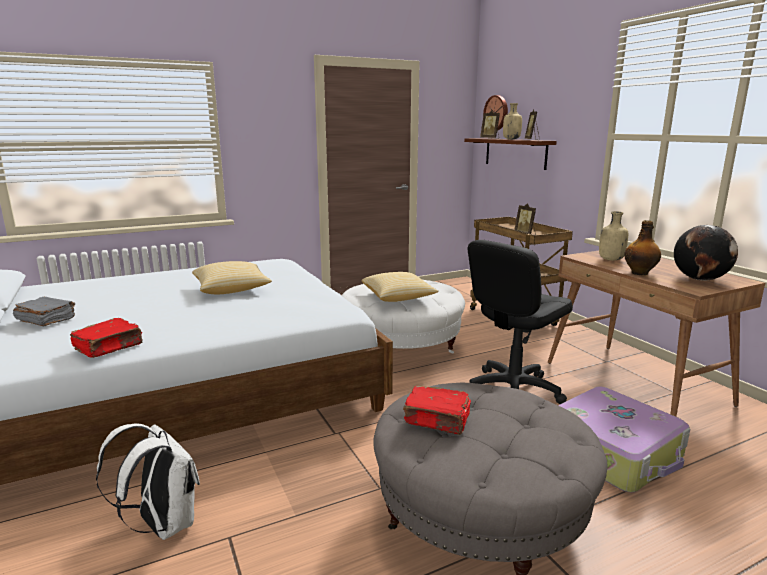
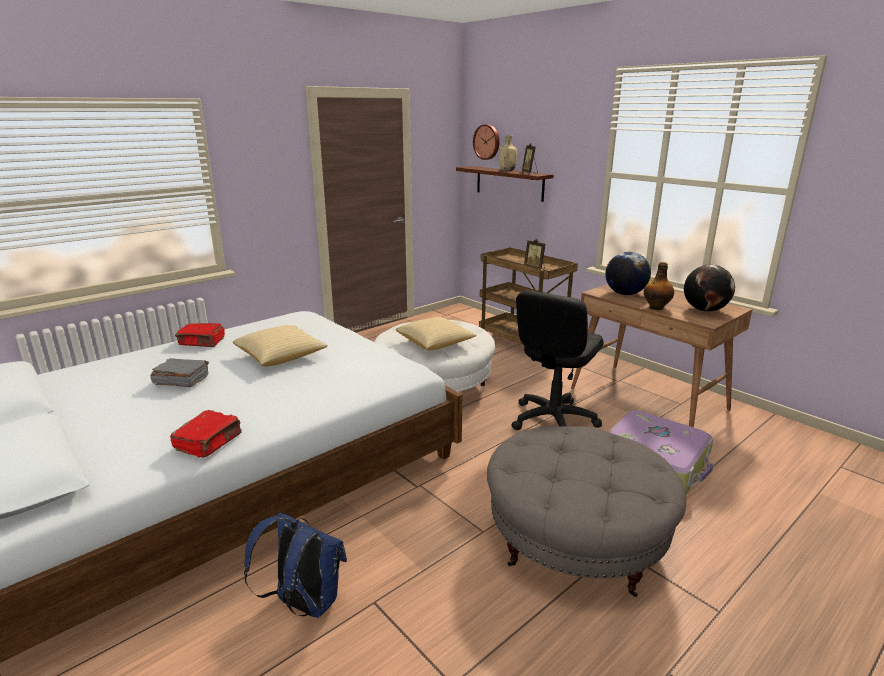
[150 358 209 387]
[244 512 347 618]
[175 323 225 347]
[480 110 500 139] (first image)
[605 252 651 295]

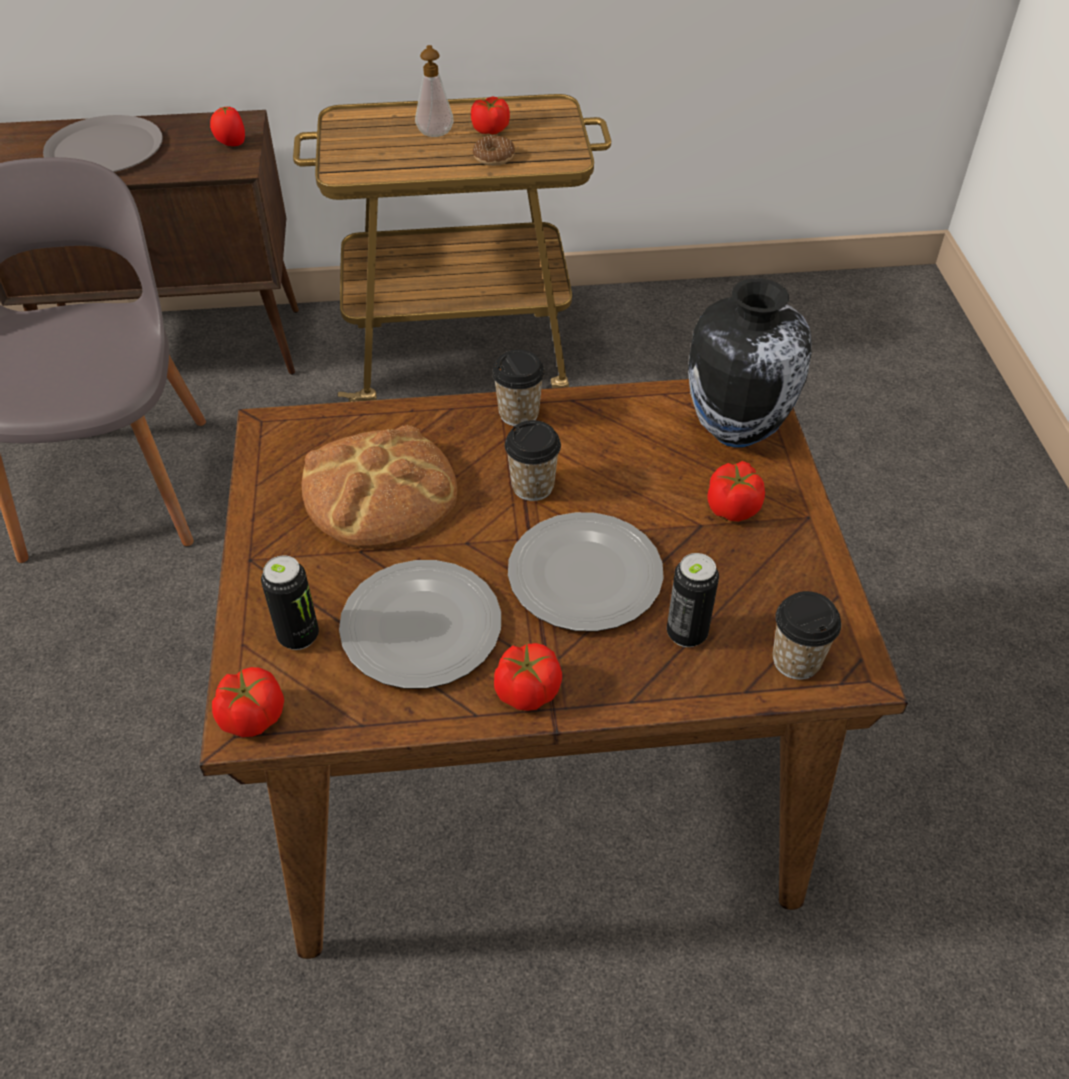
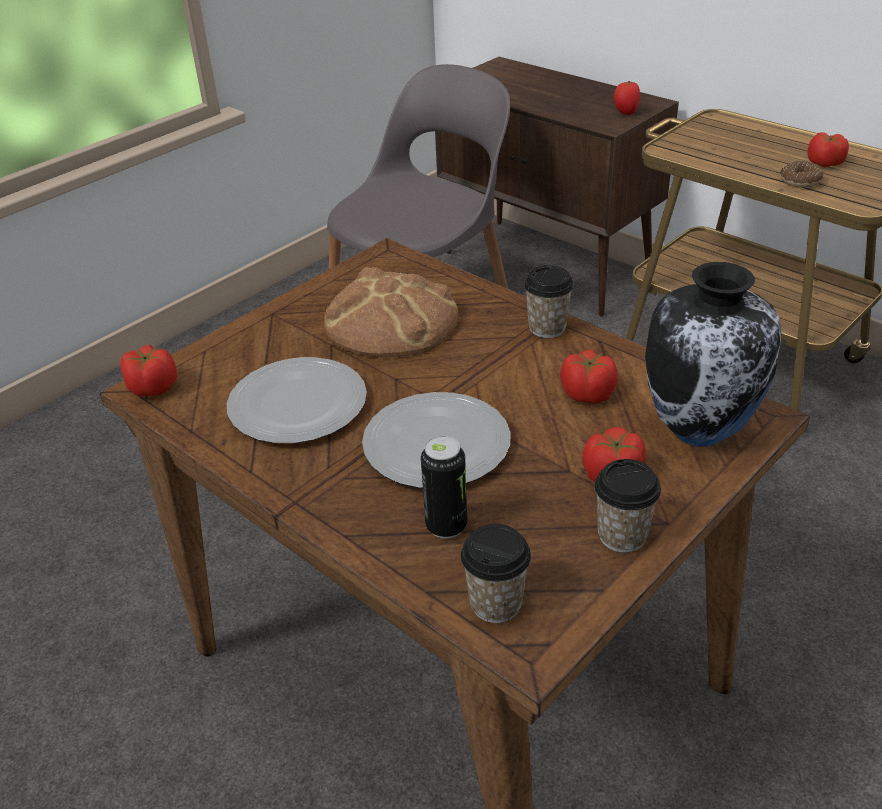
[43 115 163 172] (first image)
[261 555 319 650] (first image)
[415 45 454 137] (first image)
[560 350 618 403]
[595 459 661 553]

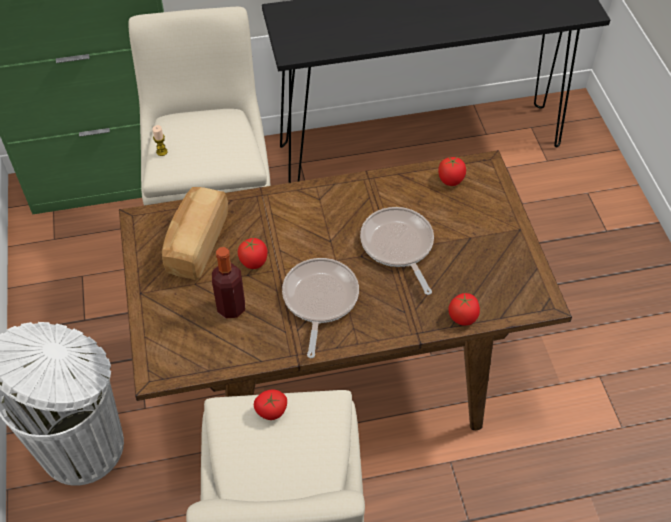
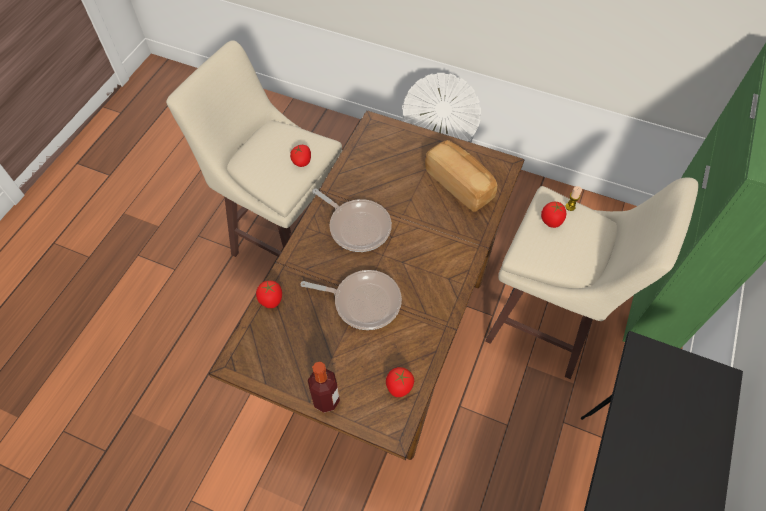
[308 362 340 413]
[541 202 566 228]

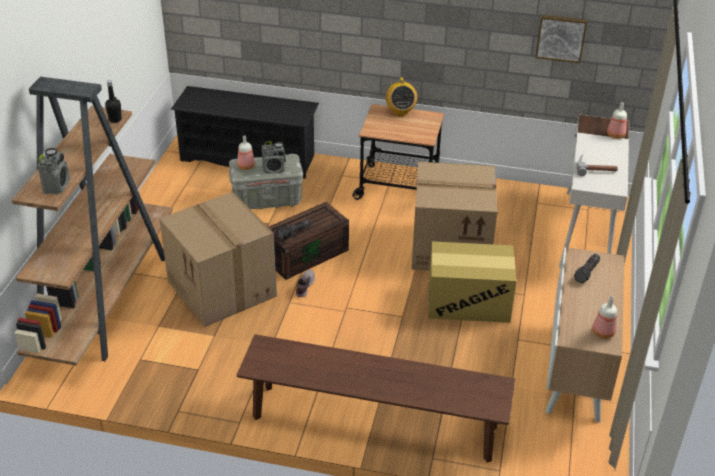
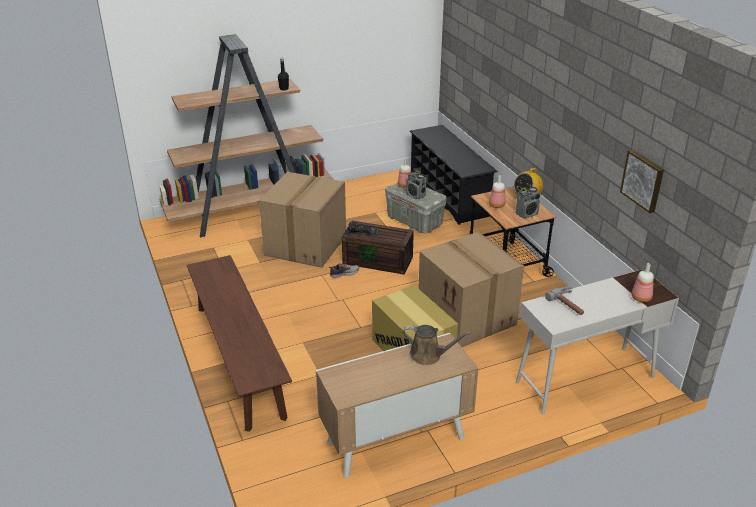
[515 187 540 218]
[403 325 471 365]
[489 175 506 208]

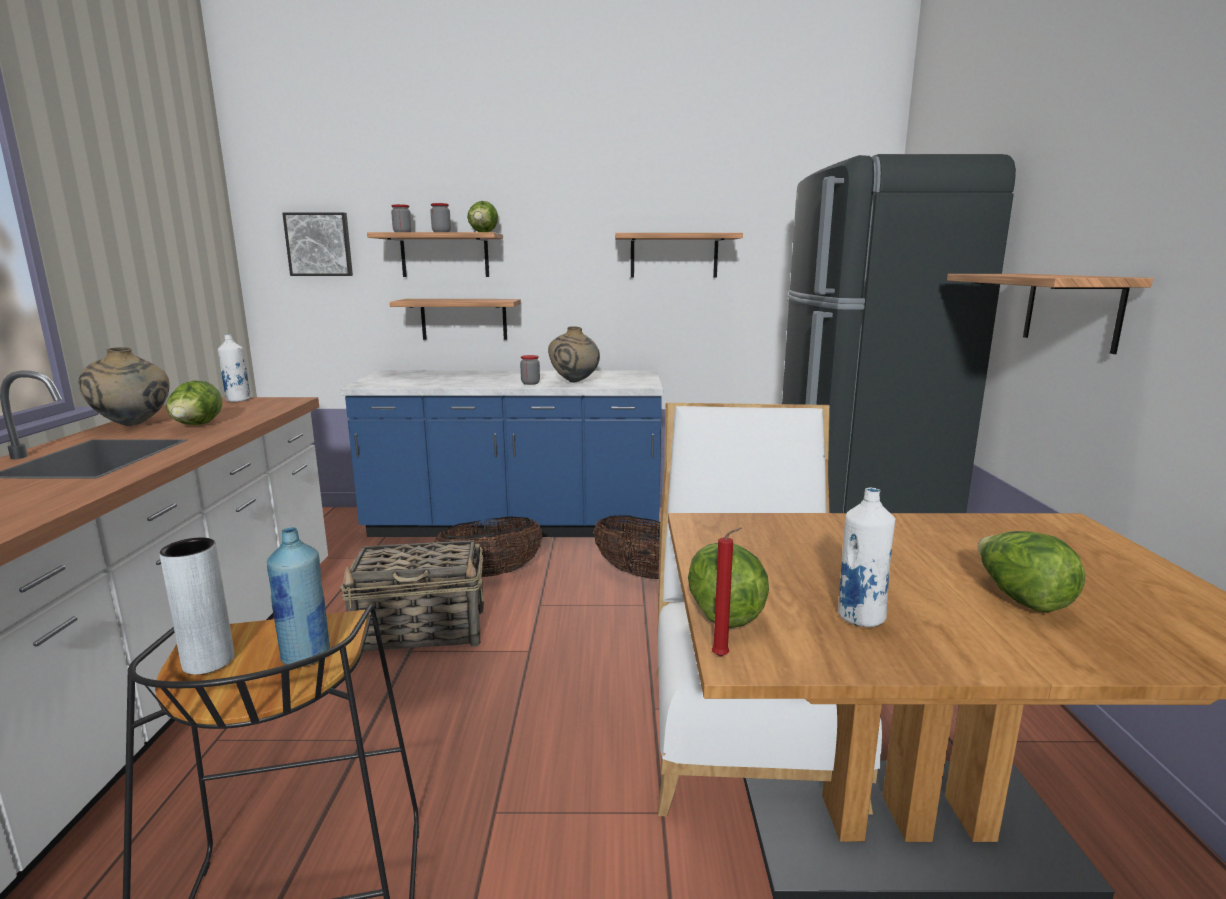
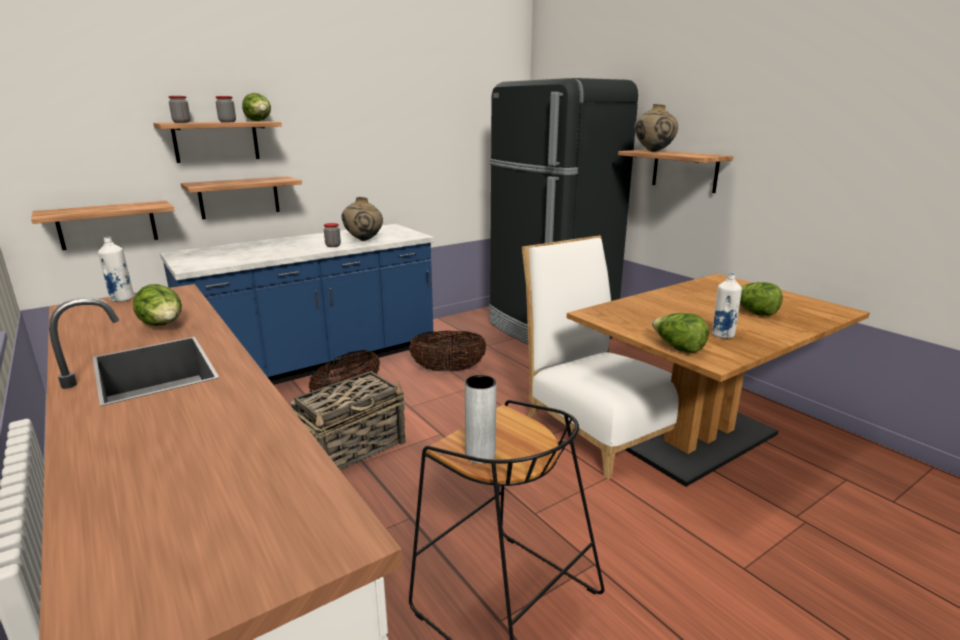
[635 104 678 152]
[267 527 330 667] (first image)
[282 212 353 276] (first image)
[31 200 174 250]
[712 527 742 657] (first image)

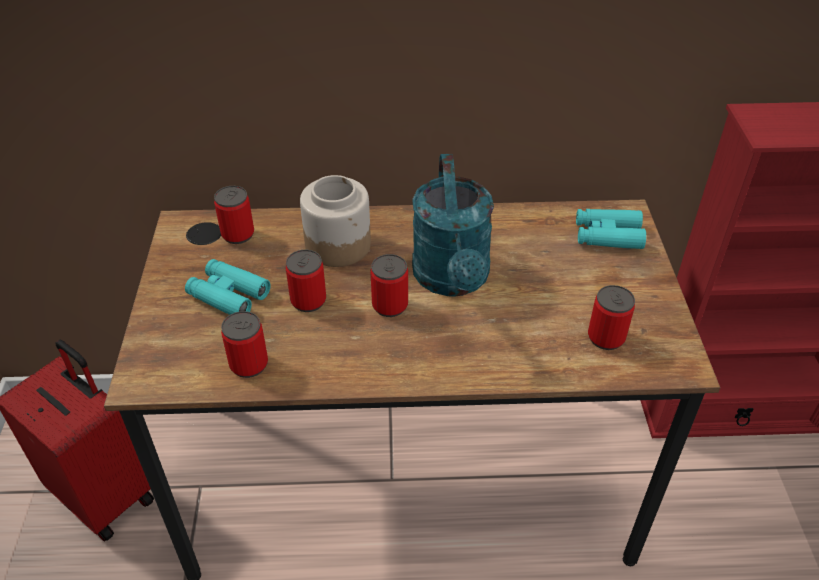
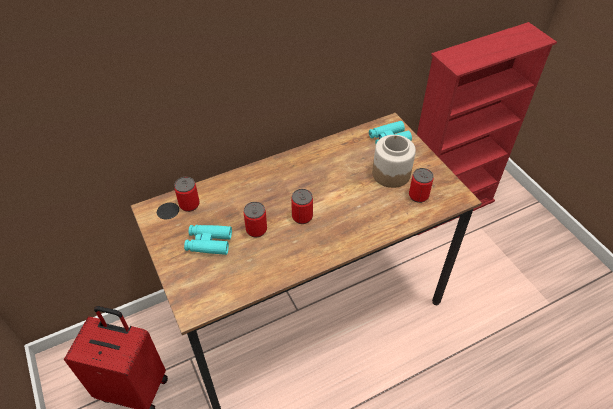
[221 311 268 378] (first image)
[372 135 416 188]
[412 154 494 296] (first image)

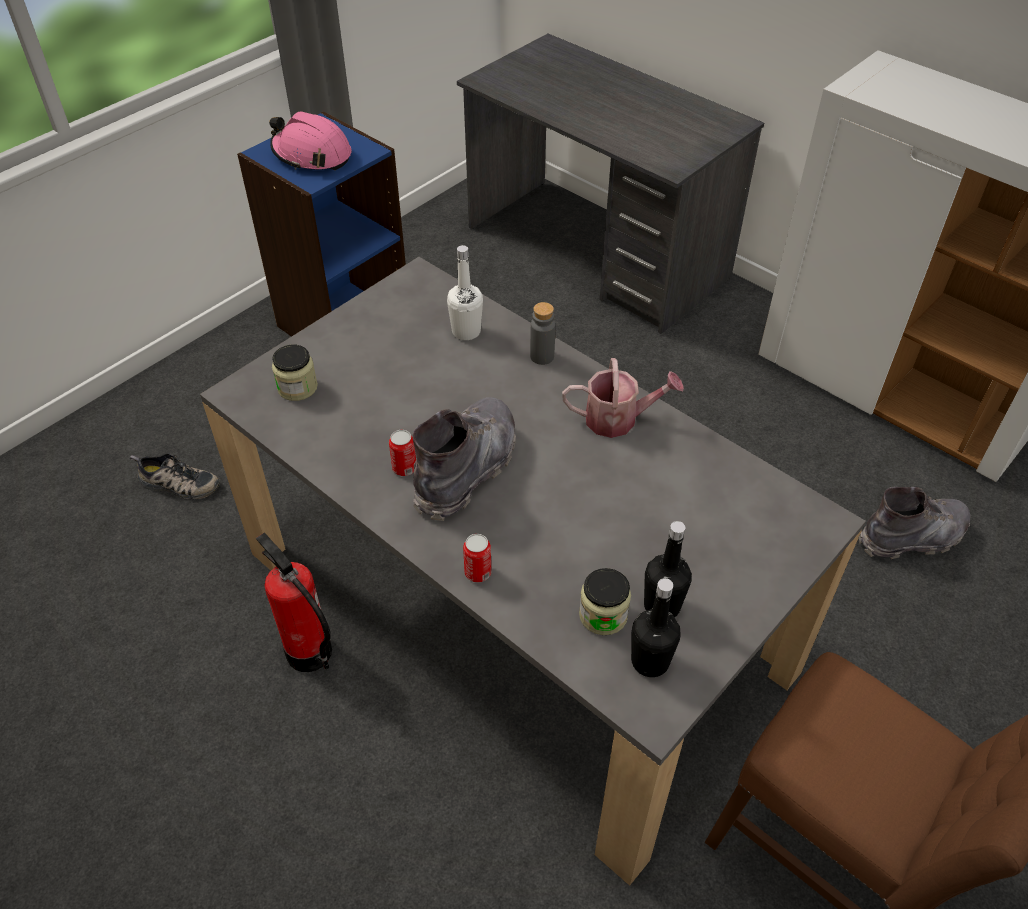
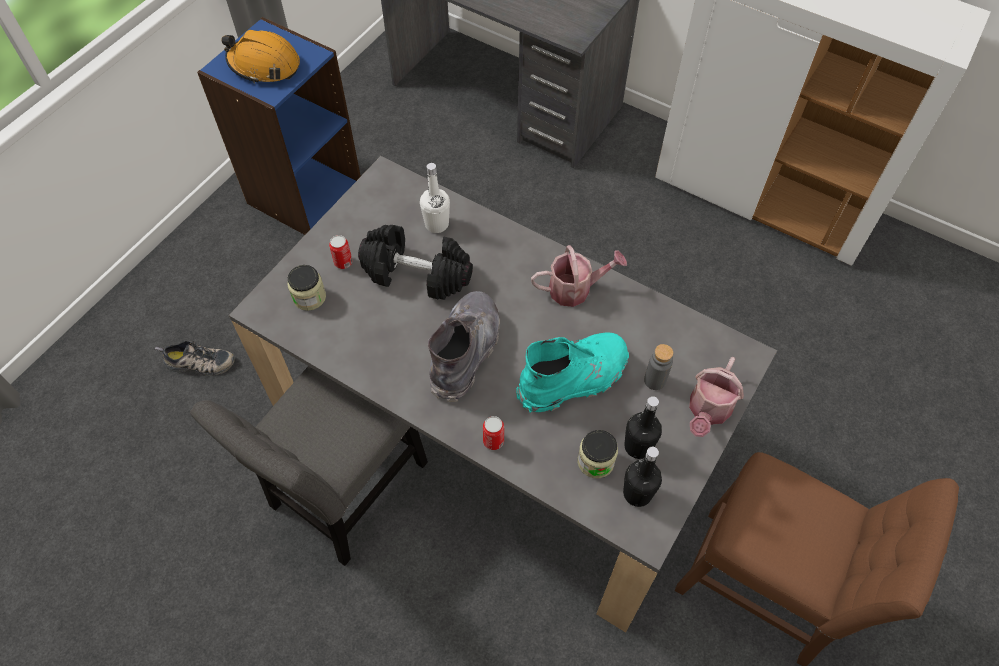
[190 366 428 566]
[221 30 300 84]
[329 235 352 269]
[644 344 674 390]
[859 487 970 559] (first image)
[358 224 473 300]
[516 332 629 413]
[689 357 744 437]

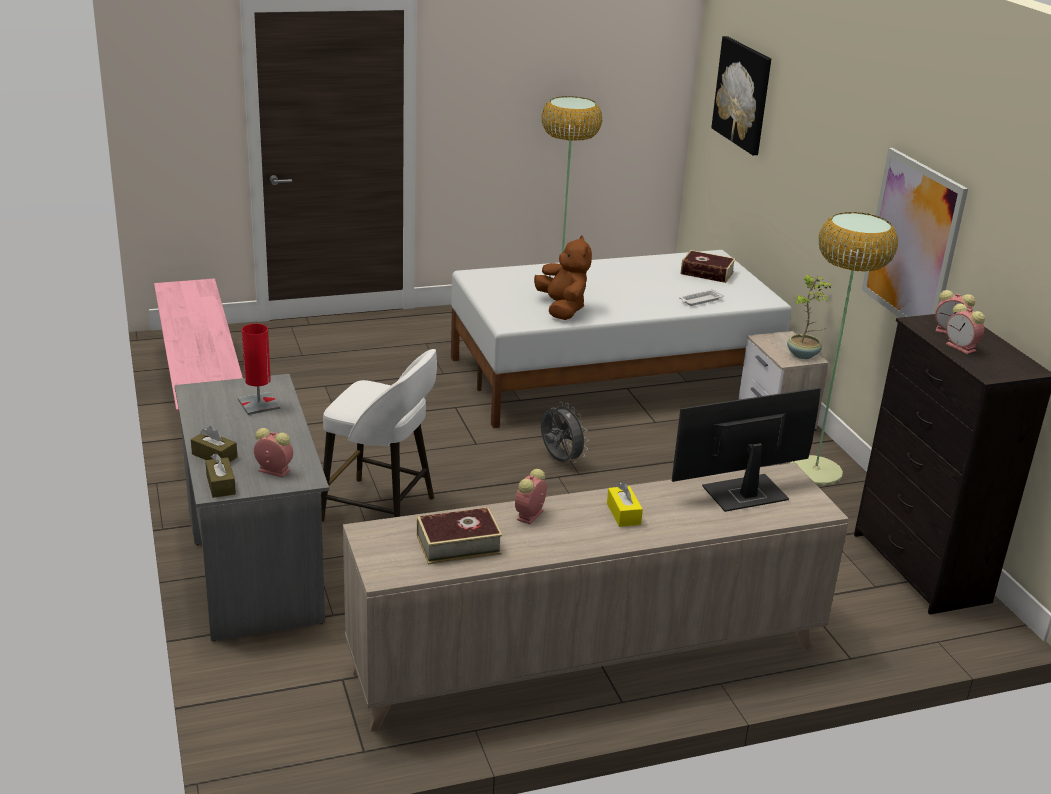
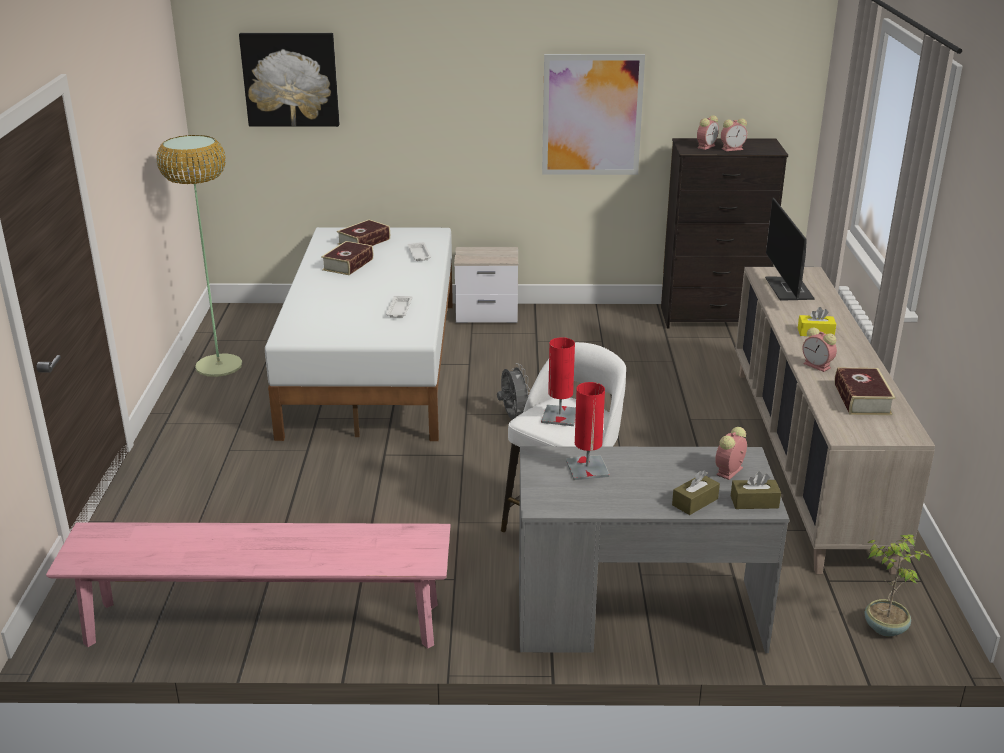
[386 296 412 318]
[497 363 531 420]
[865 534 930 637]
[790 212 898 485] (first image)
[321 241 373 275]
[541 337 576 426]

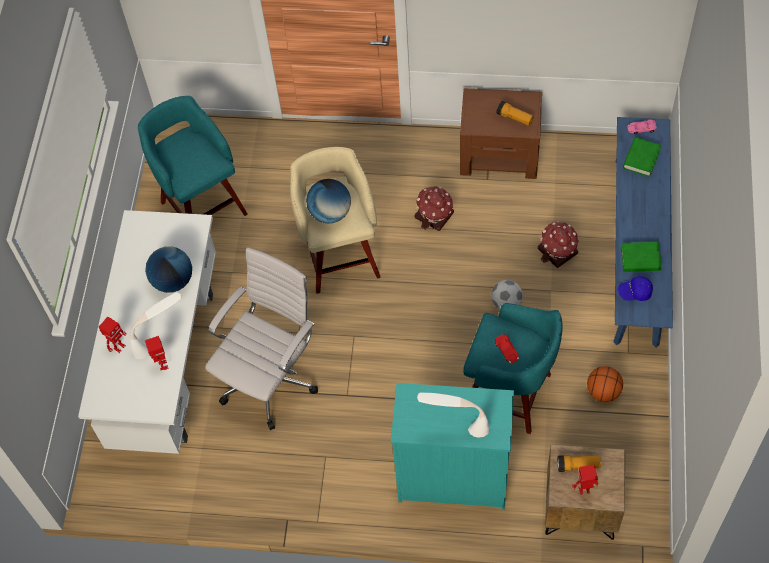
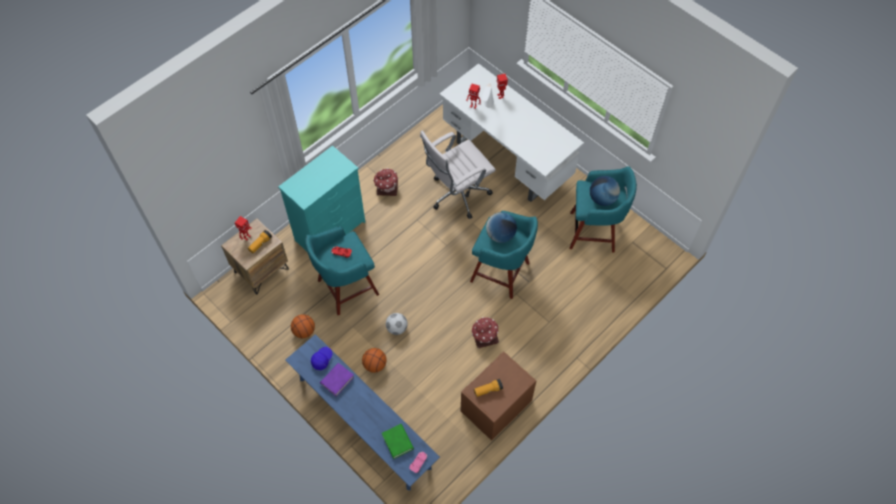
[590 176 620 206]
[420 131 496 219]
[470 211 538 299]
[417 393 490 438] (first image)
[373 168 398 196]
[320 363 354 397]
[362 348 387 373]

